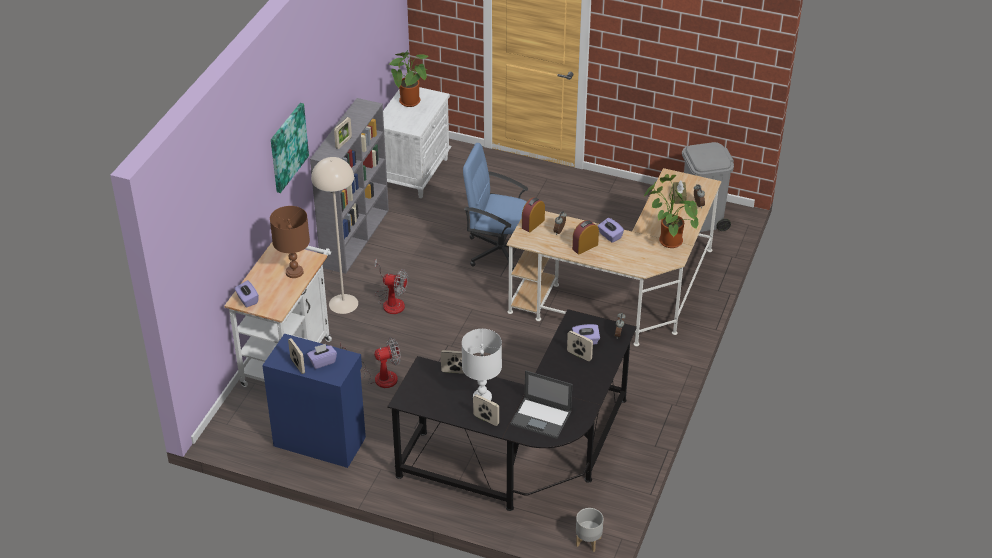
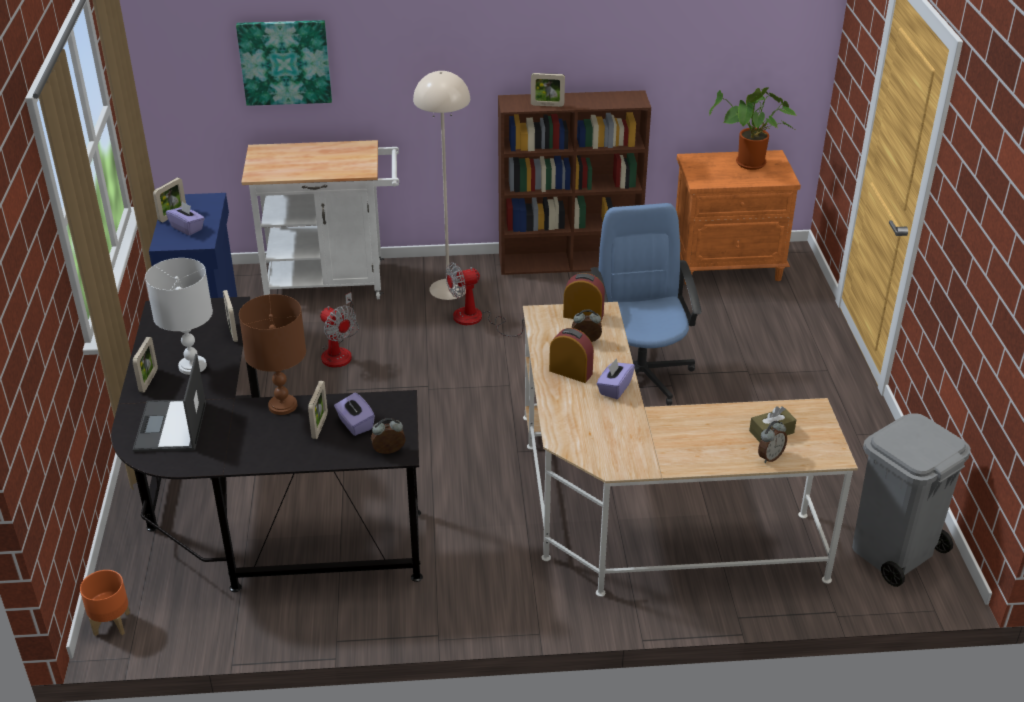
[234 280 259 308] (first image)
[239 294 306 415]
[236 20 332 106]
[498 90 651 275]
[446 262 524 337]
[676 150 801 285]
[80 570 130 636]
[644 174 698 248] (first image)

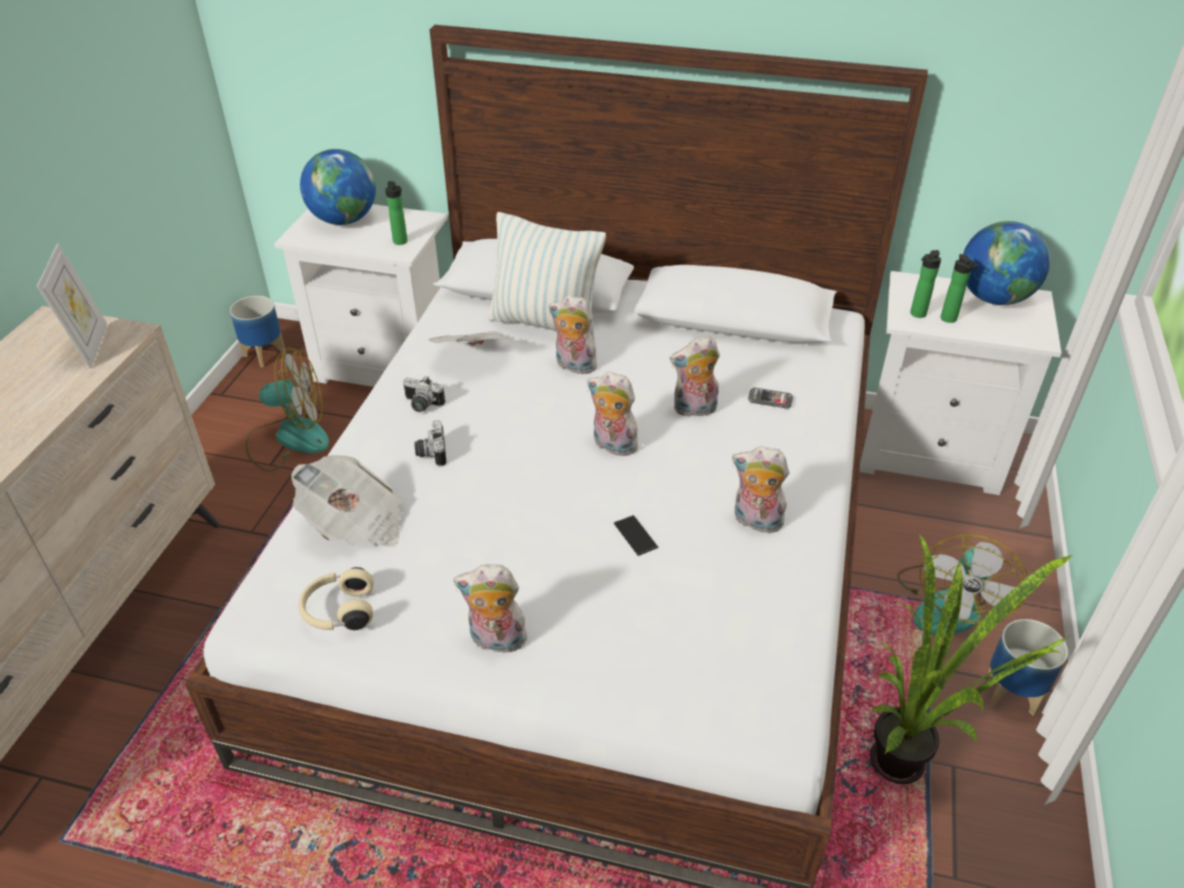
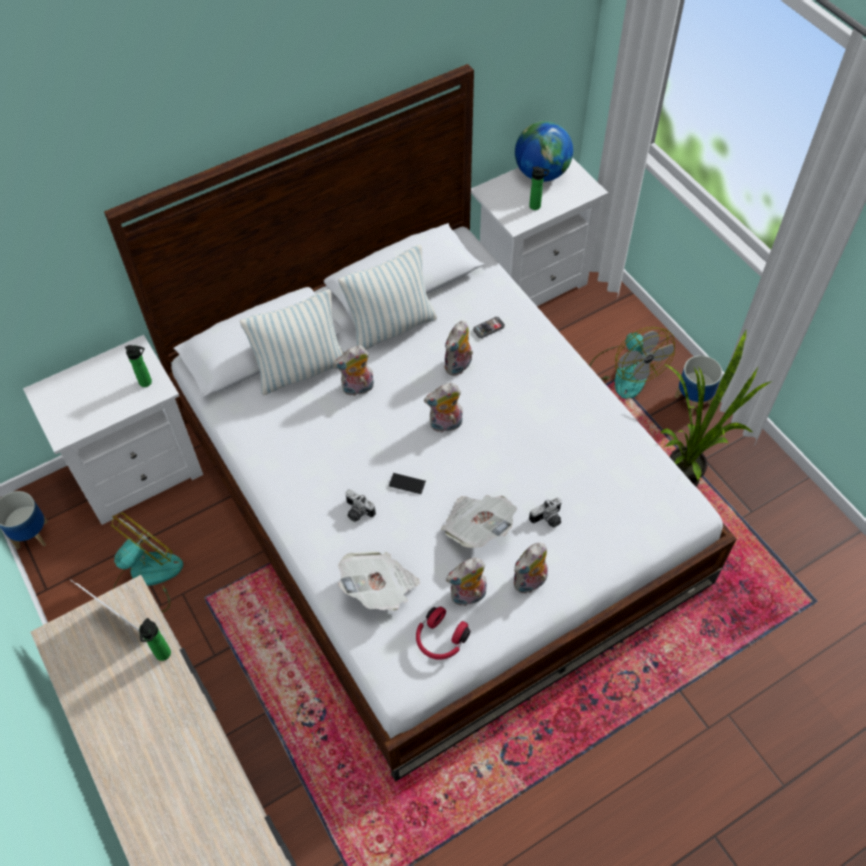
[416 607 470 659]
[300 149 376 225] (first image)
[529 497 562 527]
[441 495 517 548]
[389 473 426 494]
[446 558 487 606]
[139 618 171 661]
[338 244 437 350]

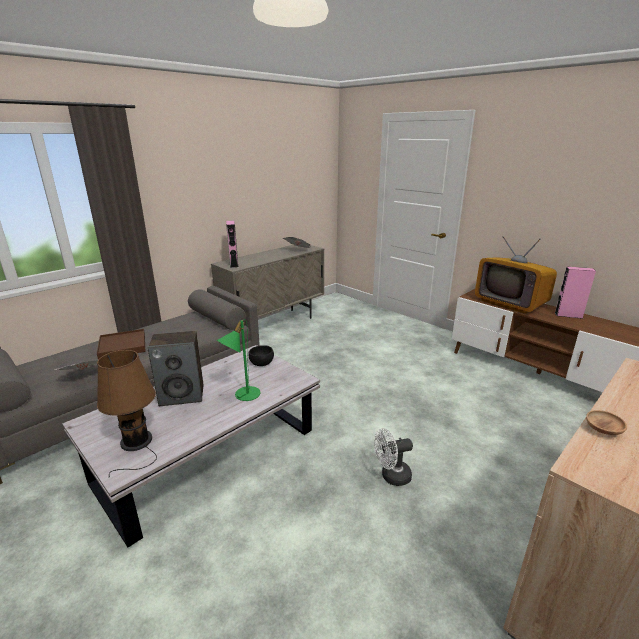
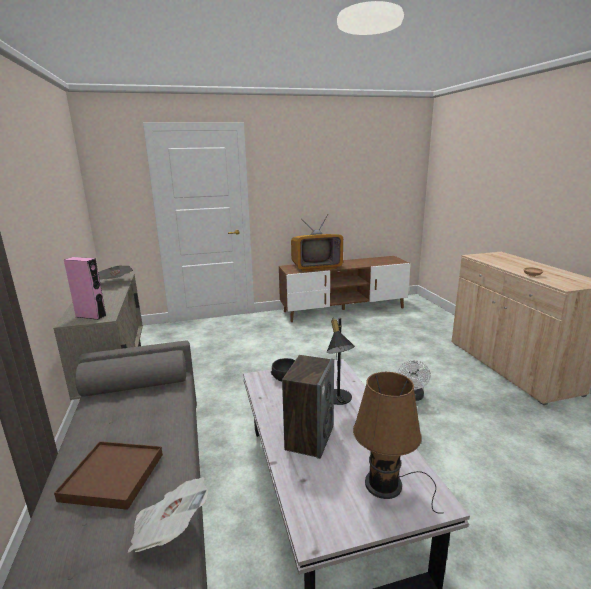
[327 318 355 405]
[555 267 596 319] (first image)

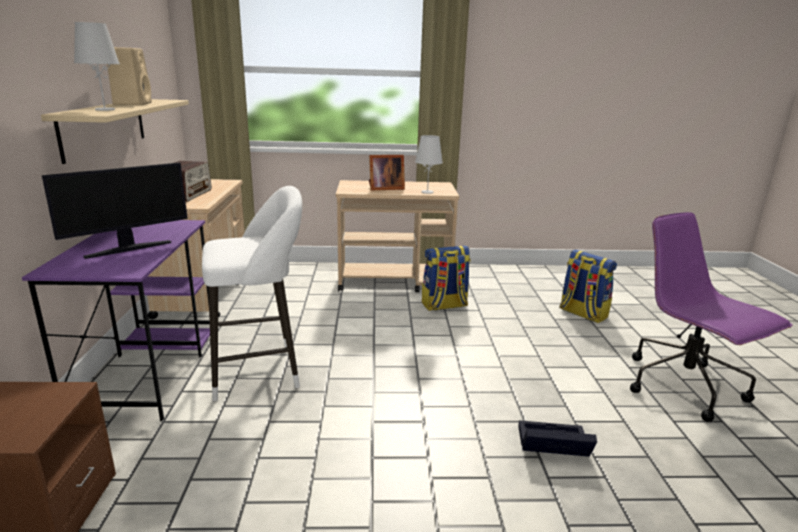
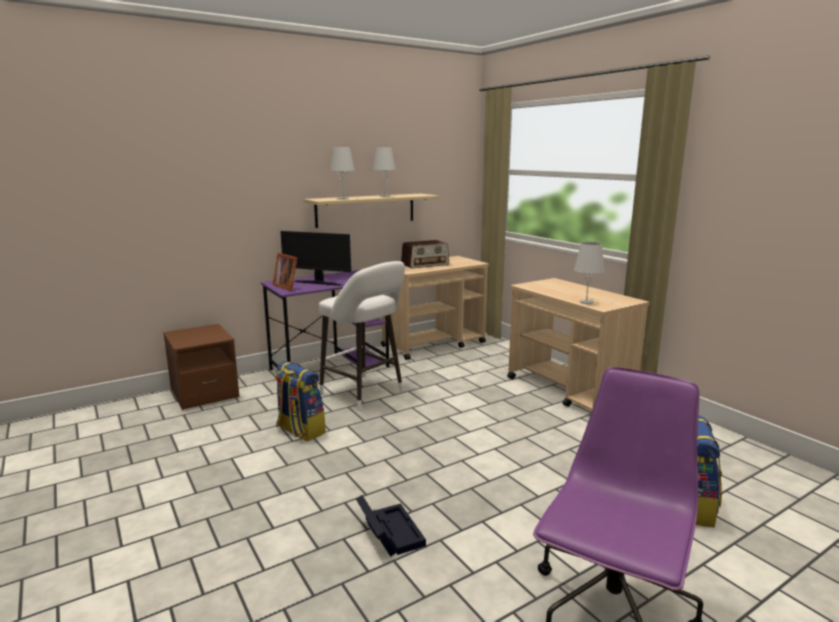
[372 147 396 197]
[272 253 298 291]
[275 361 326 442]

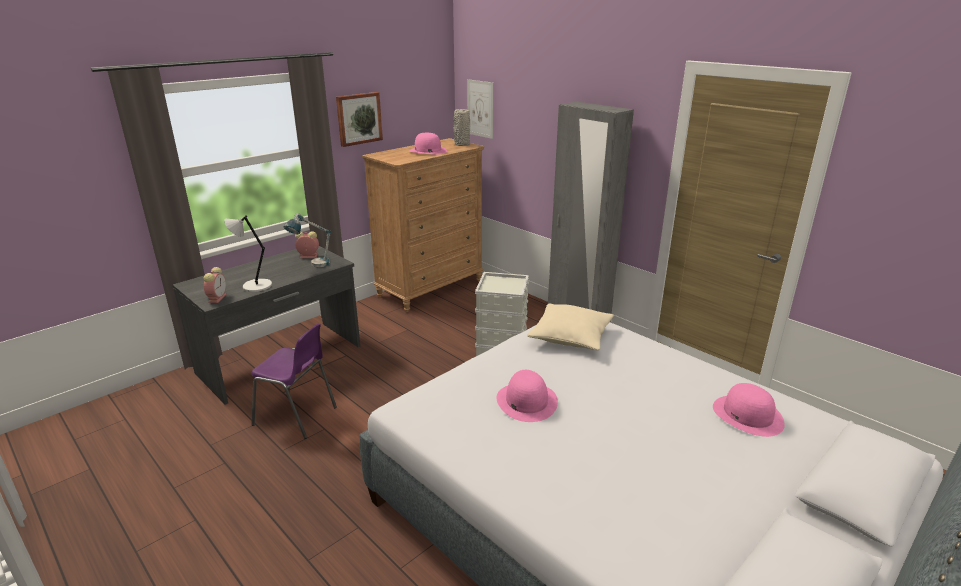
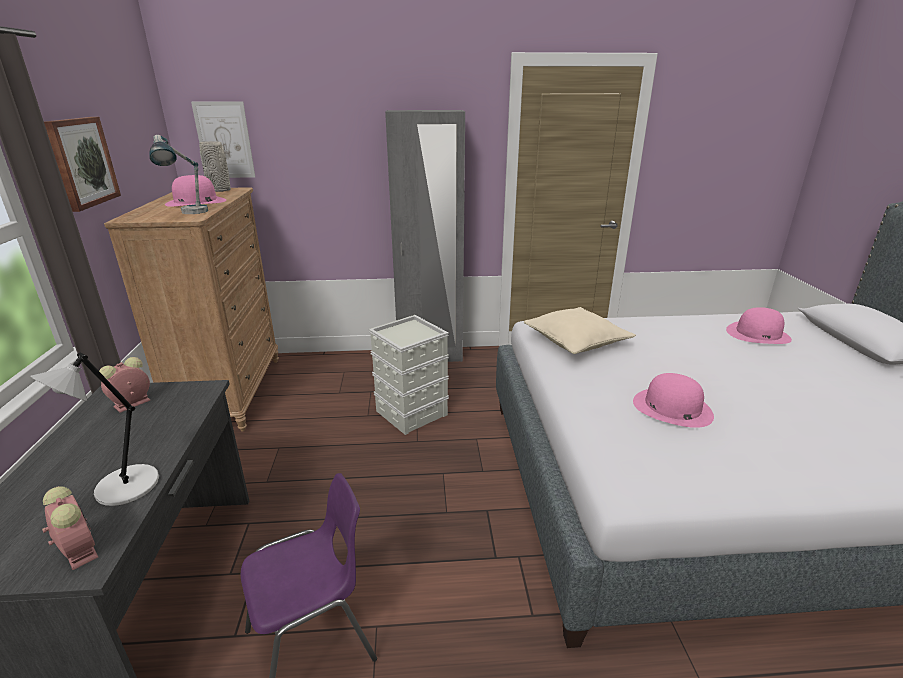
[149 135 208 214]

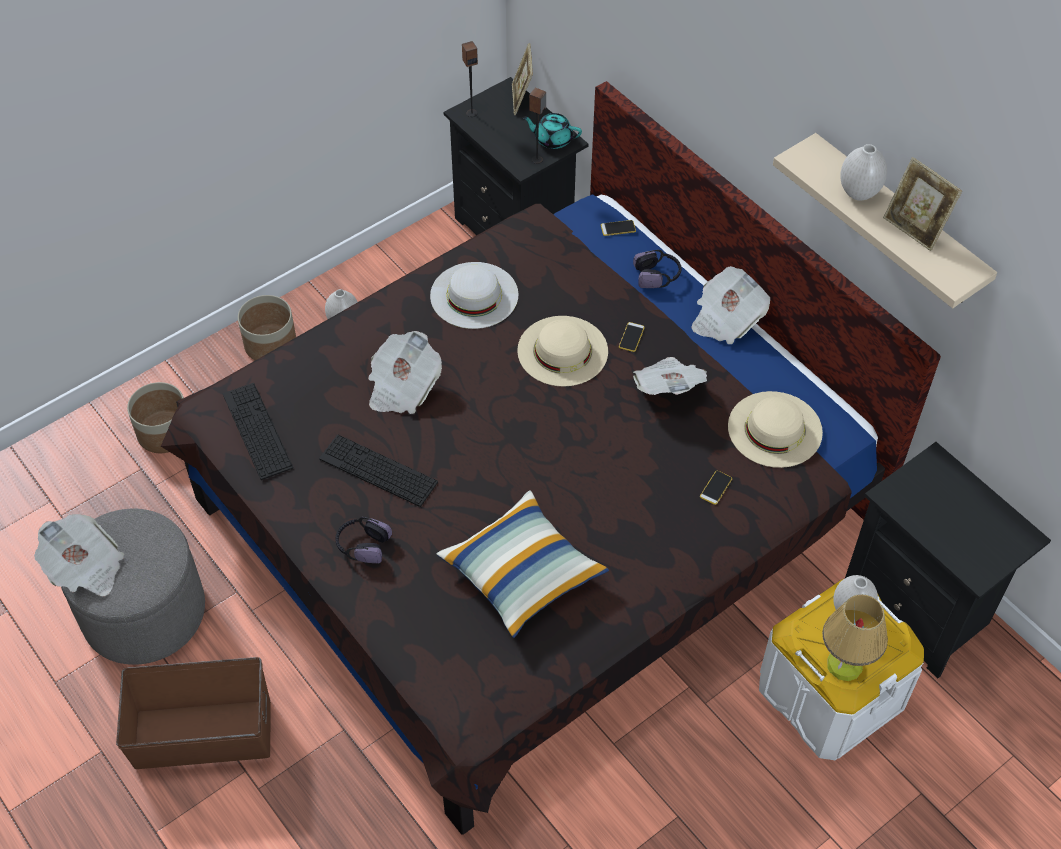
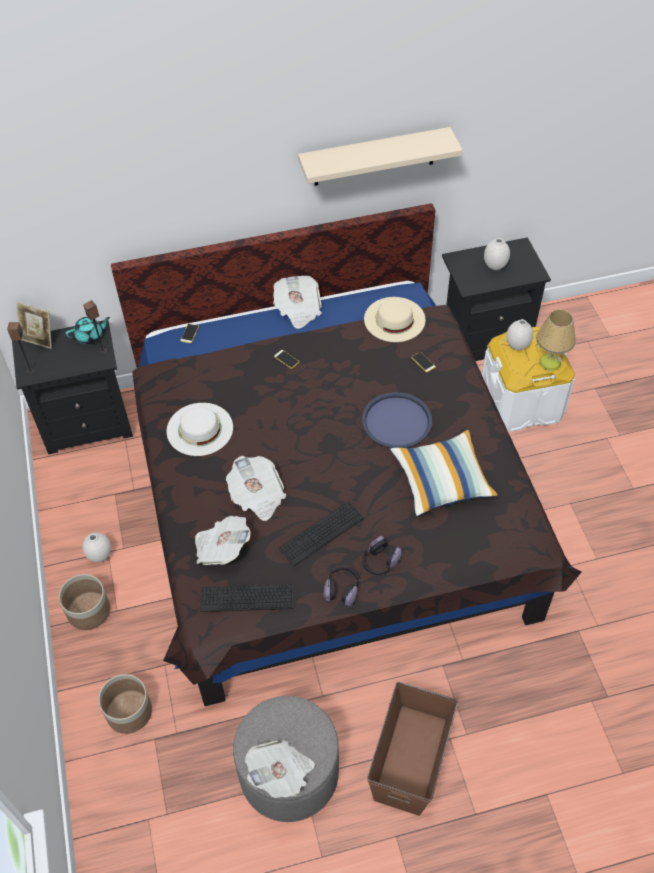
[517 316 608 386] (first image)
[66 317 110 344]
[323 567 359 607]
[195 515 250 565]
[484 238 510 270]
[883 157 962 251] (first image)
[362 392 432 448]

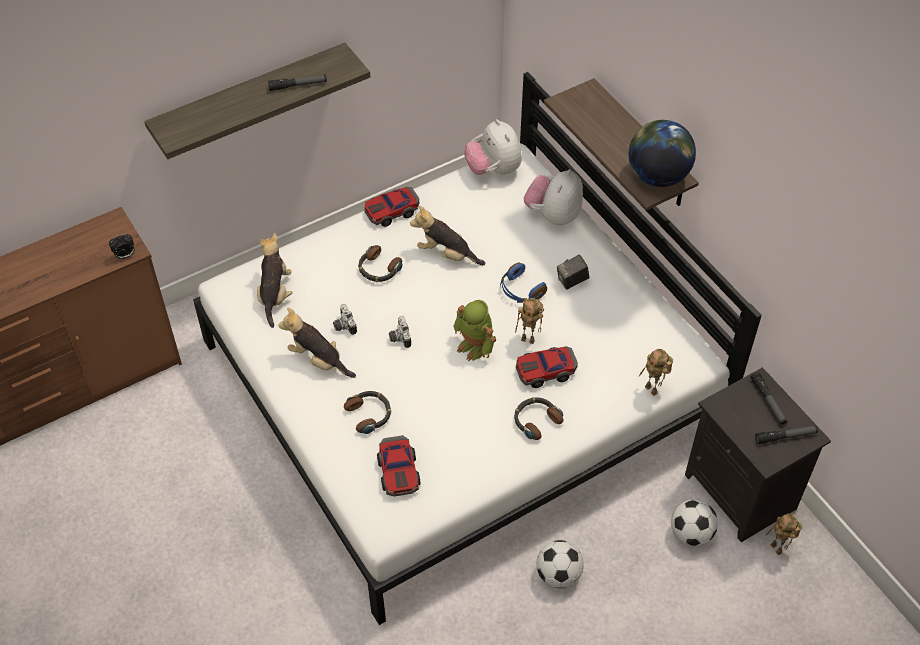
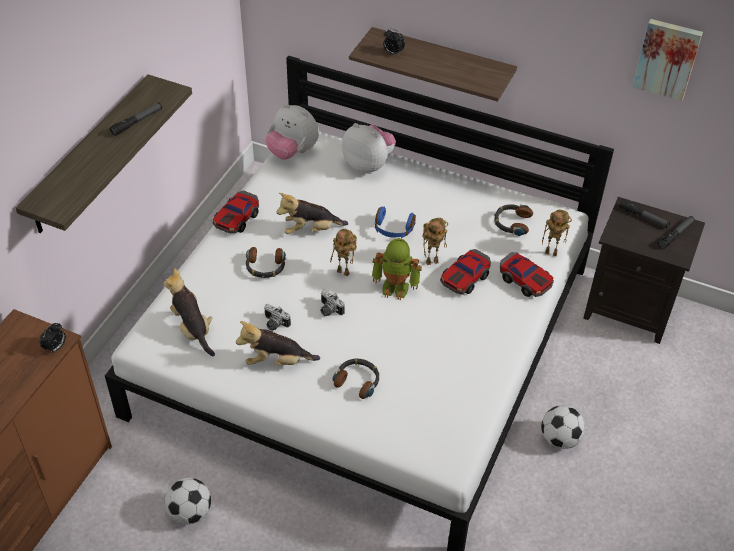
[500 252 554 297]
[494 204 533 236]
[342 123 396 174]
[557 255 589 290] (first image)
[629 120 696 187] (first image)
[164 478 211 525]
[330 229 357 276]
[383 28 405 56]
[633 19 703 101]

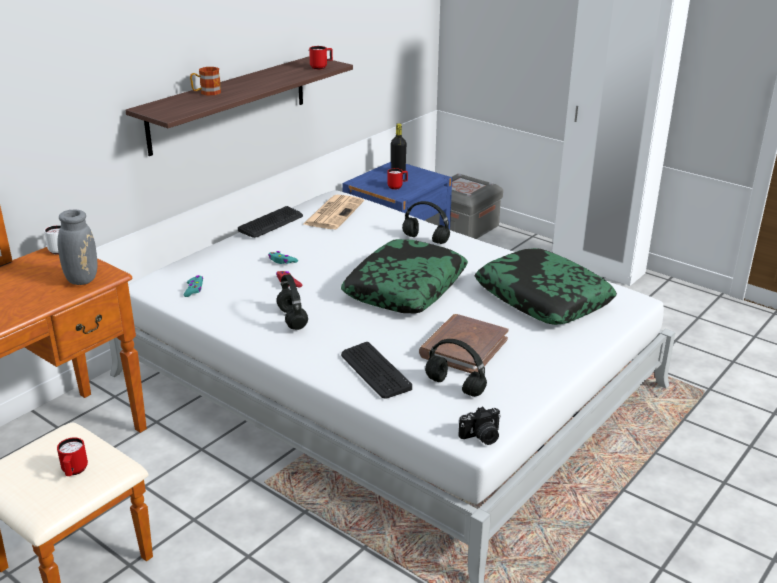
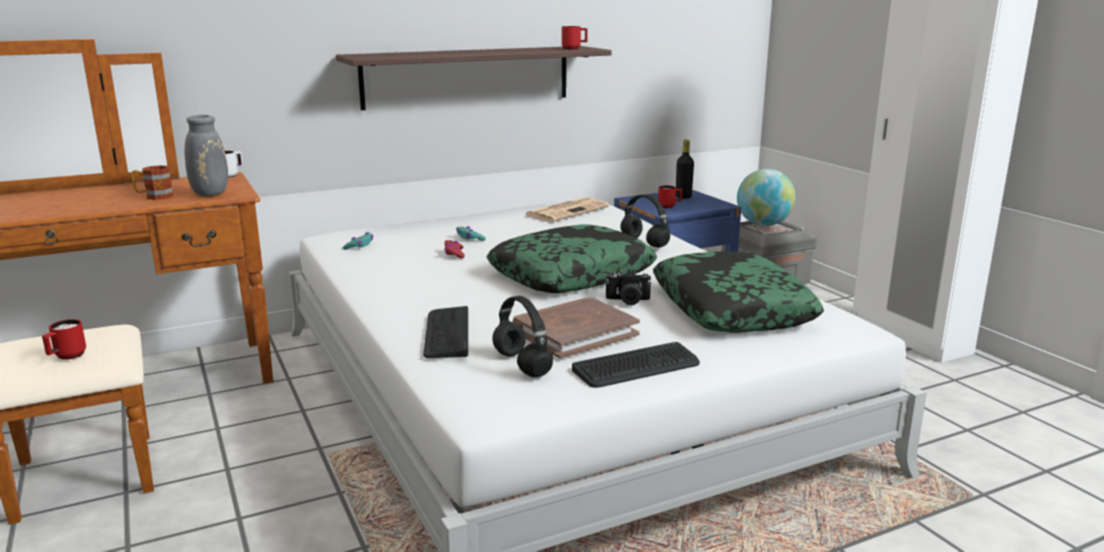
[131 165 174 200]
[572 342 700 388]
[277 274 308 330] (first image)
[605 269 651 306]
[737 169 796 226]

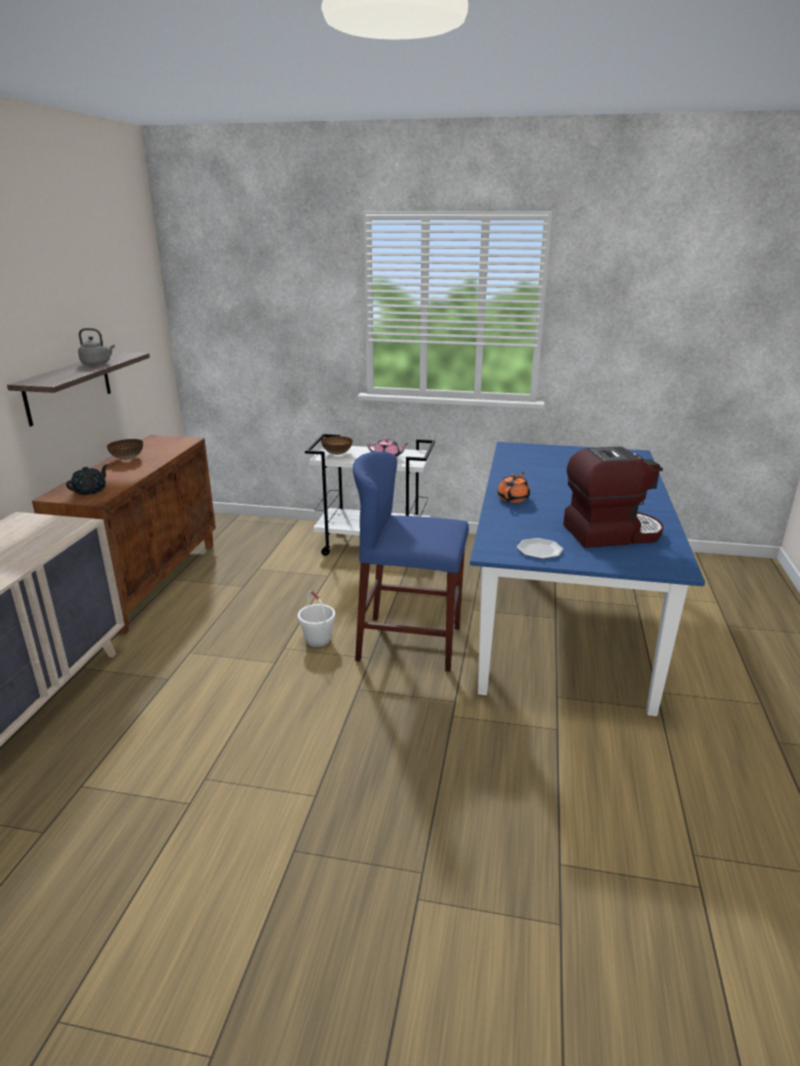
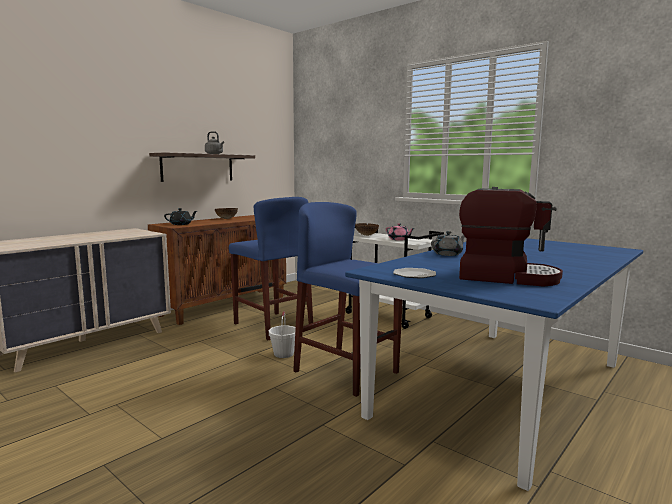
[431 231 465 256]
[229 197 313 340]

